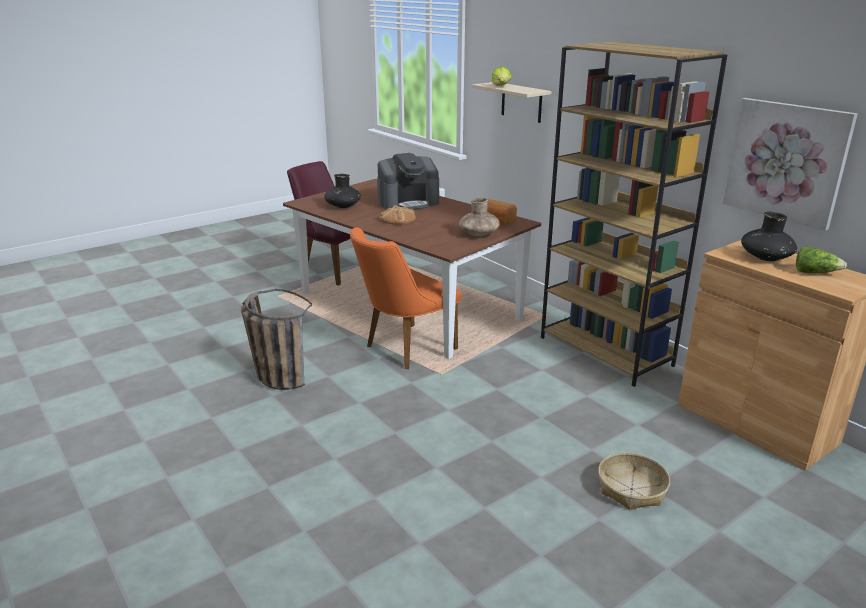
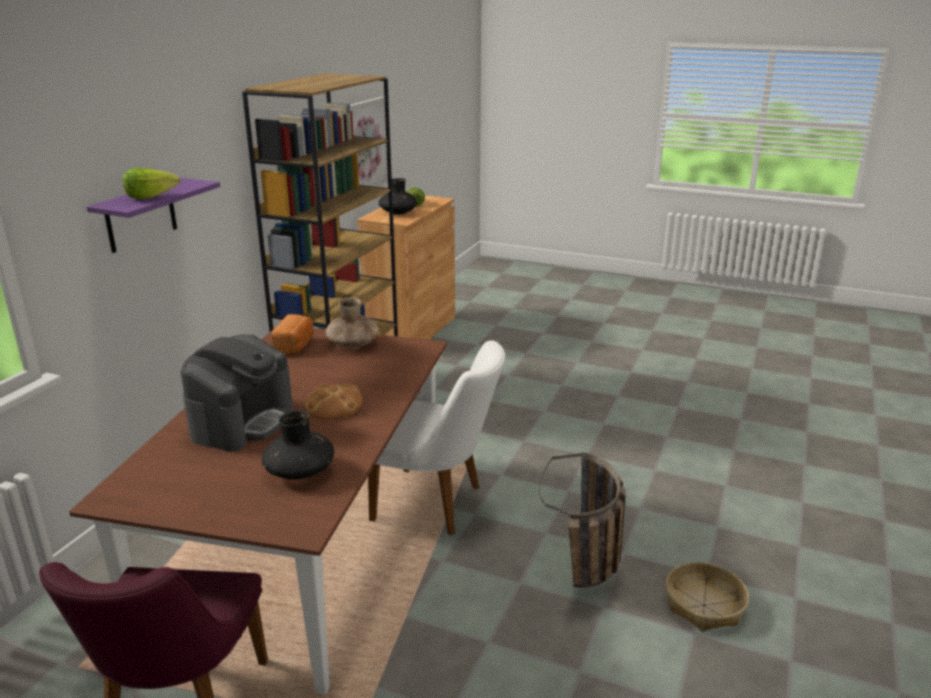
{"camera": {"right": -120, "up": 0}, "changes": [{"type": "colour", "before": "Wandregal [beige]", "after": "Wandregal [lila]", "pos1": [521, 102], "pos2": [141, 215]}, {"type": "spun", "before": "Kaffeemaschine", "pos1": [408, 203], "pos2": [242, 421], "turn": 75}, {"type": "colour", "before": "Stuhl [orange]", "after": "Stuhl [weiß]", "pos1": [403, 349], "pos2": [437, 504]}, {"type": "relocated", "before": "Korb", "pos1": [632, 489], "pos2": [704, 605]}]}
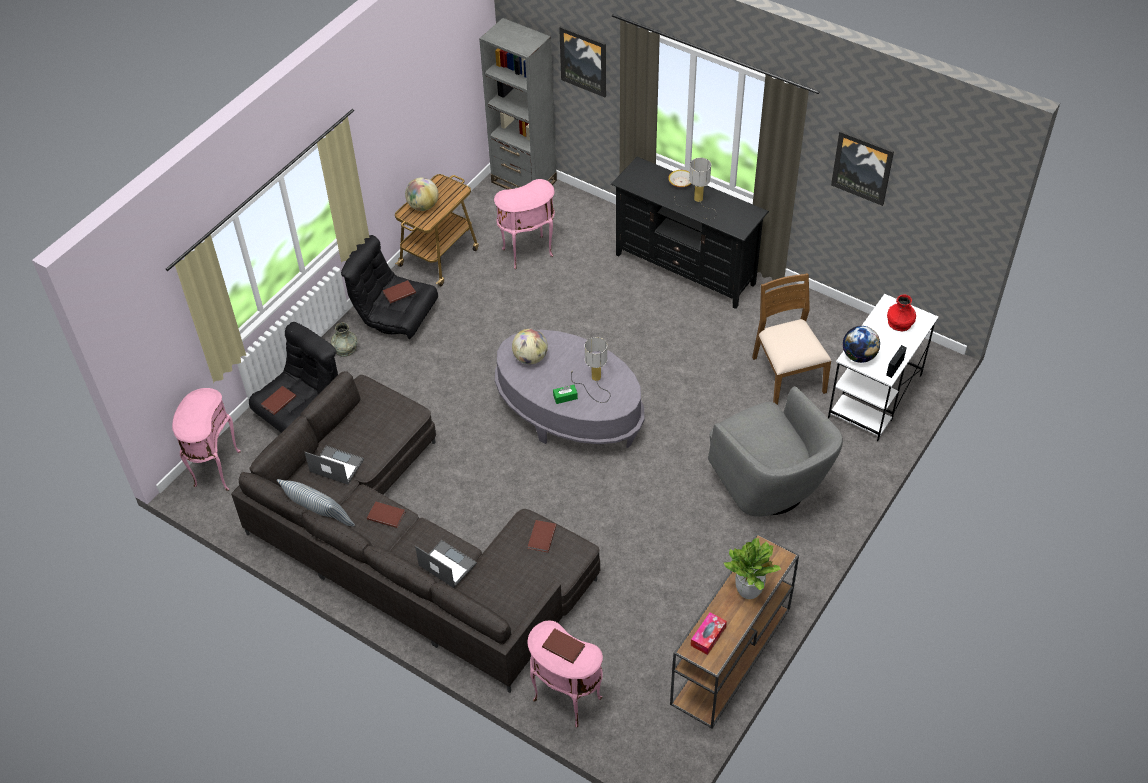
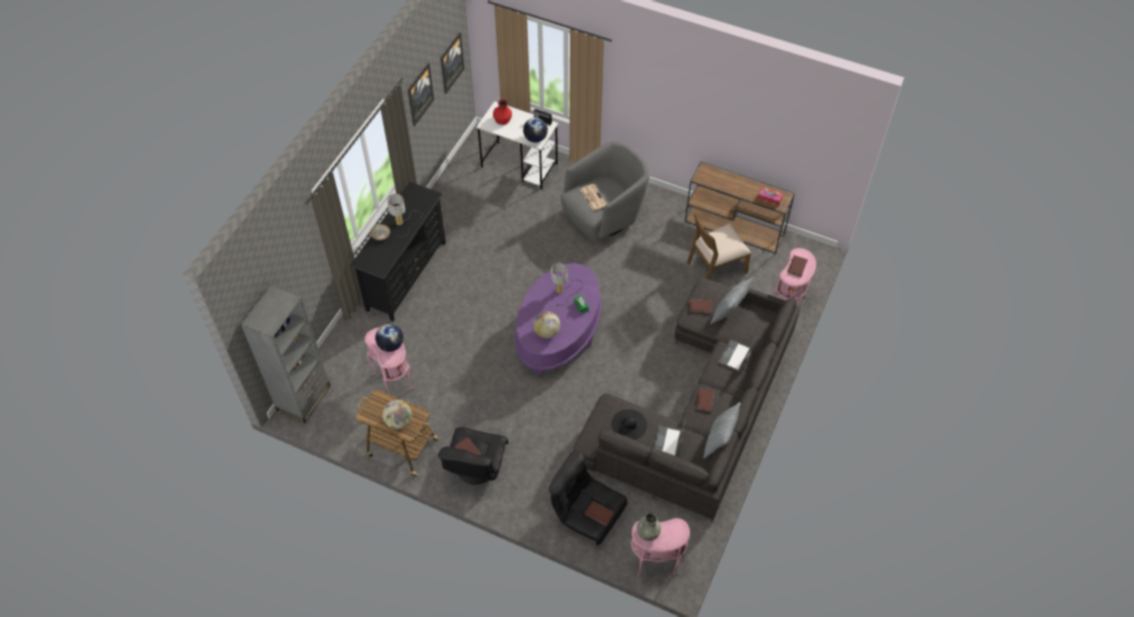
{"camera": {"right": -100, "up": 5}, "changes": [{"type": "relocated", "before": "Bild", "pos1": [584, 61], "pos2": [451, 63]}, {"type": "relocated", "before": "Stuhl [braun]", "pos1": [787, 375], "pos2": [716, 267]}, {"type": "relocated", "before": "Vase [grau]", "pos1": [345, 348], "pos2": [648, 532]}, {"type": "colour", "before": "Couchtisch [grau]", "after": "Couchtisch [lila]", "pos1": [569, 411], "pos2": [558, 332]}, {"type": "missing", "before": "Topfpflanze", "pos1": [749, 591]}, {"type": "appeared", "after": "Zeitung", "pos2": [593, 197]}, {"type": "appeared", "after": "Kissen", "pos2": [729, 312]}, {"type": "appeared", "after": "Globus", "pos2": [391, 345]}, {"type": "appeared", "after": "Hut [schwarz]", "pos2": [629, 424]}]}
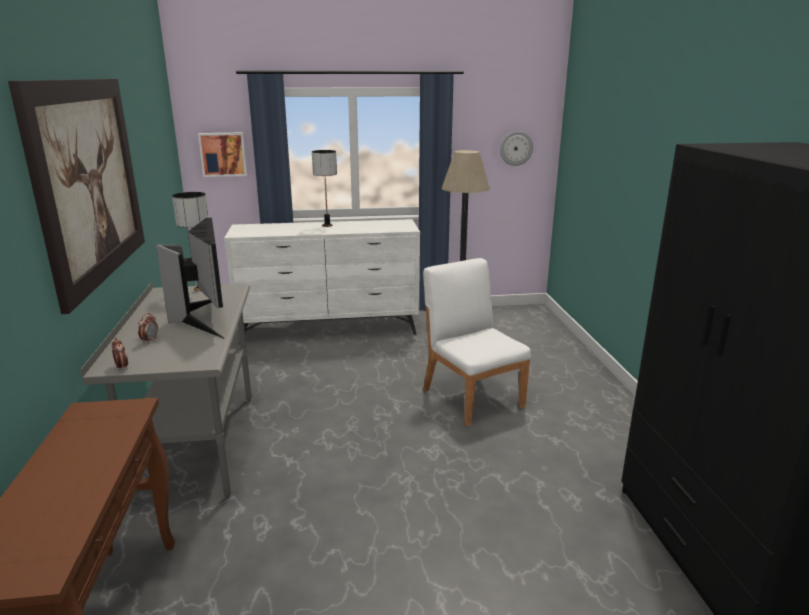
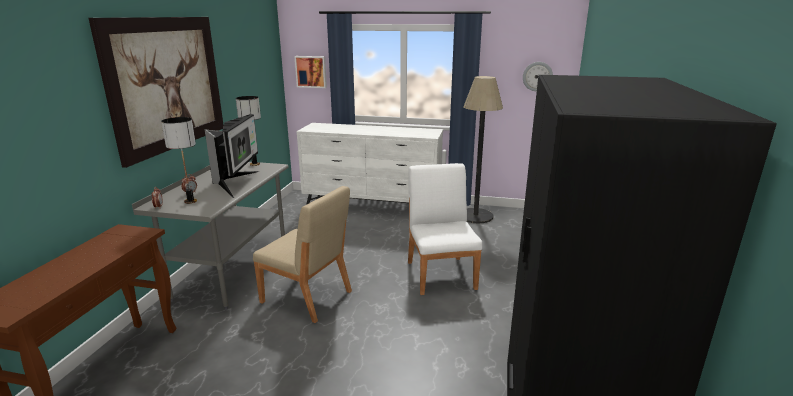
{"camera": {"right": 20, "up": 0}, "changes": [{"type": "relocated", "before": "Tischlampe", "pos1": [327, 225], "pos2": [190, 201]}, {"type": "appeared", "after": "Stuhl [beige]", "pos2": [307, 297]}]}
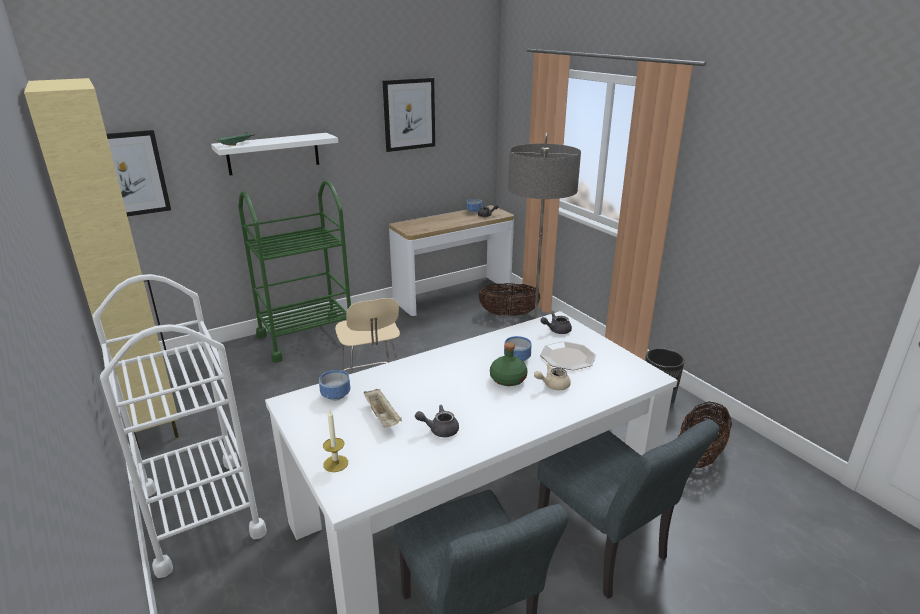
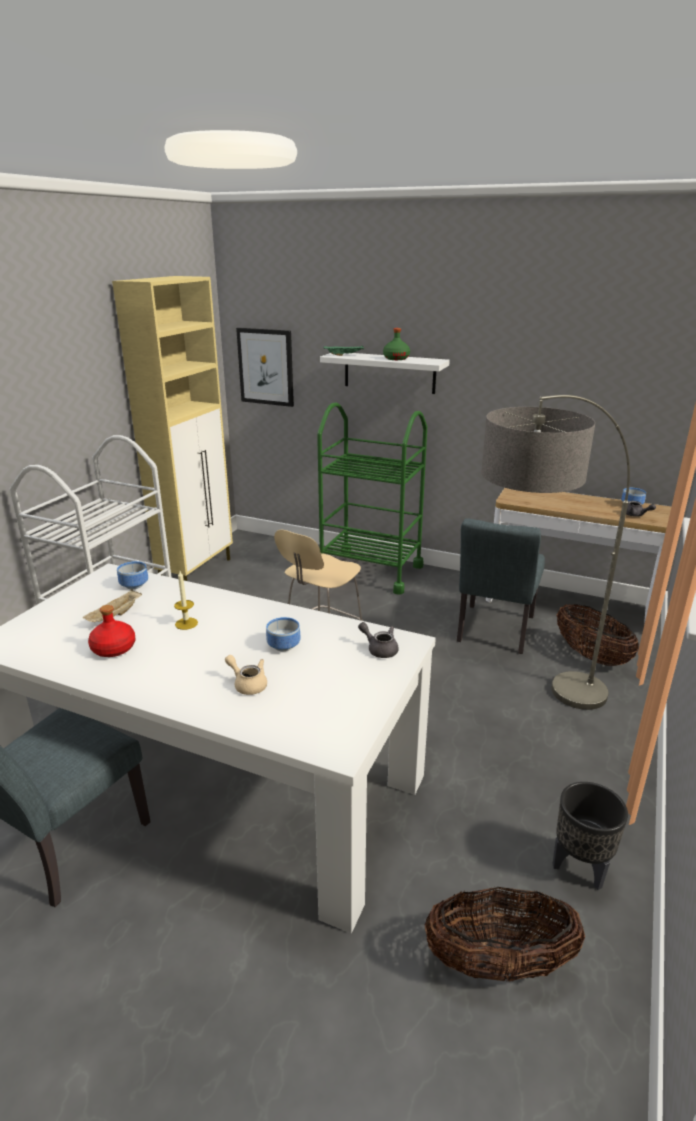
{"camera": {"right": 55, "up": 0}, "changes": [{"type": "missing", "before": "Bild", "pos1": [409, 114]}, {"type": "missing", "before": "Teller", "pos1": [568, 357]}, {"type": "relocated", "before": "Flasche [grün]", "pos1": [507, 379], "pos2": [396, 358]}, {"type": "exchanged", "before": "Teekanne [grau]", "after": "Flasche [rot]", "pos1": [439, 429], "pos2": [113, 649]}, {"type": "relocated", "before": "Kerze", "pos1": [335, 463], "pos2": [186, 623]}, {"type": "relocated", "before": "Stuhl [grau]", "pos1": [608, 551], "pos2": [493, 632]}]}
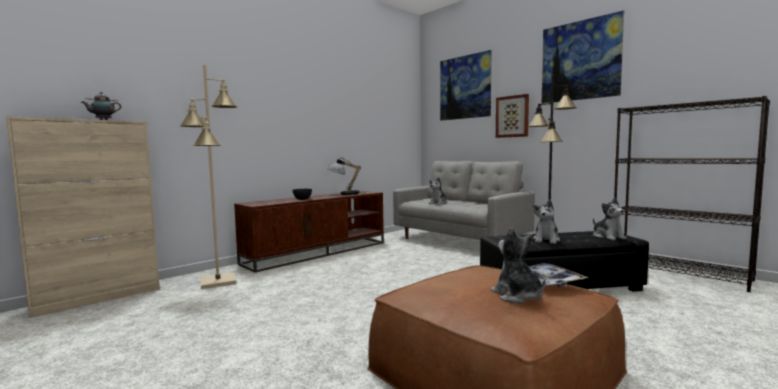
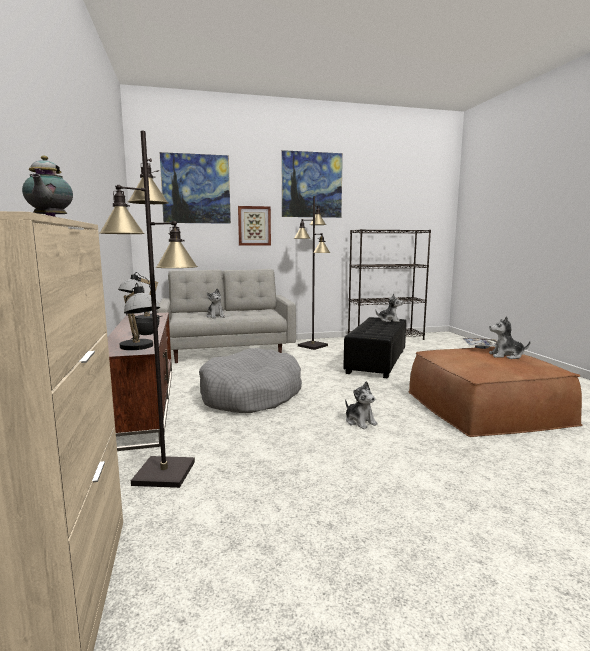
{"camera": {"right": -60, "up": 5}, "changes": [{"type": "colour", "before": "Stehlampe [beige]", "after": "Stehlampe [schwarz]", "pos1": [218, 282], "pos2": [165, 473]}, {"type": "relocated", "before": "Plüschtier", "pos1": [546, 240], "pos2": [360, 422]}, {"type": "appeared", "after": "Tischlampe", "pos2": [140, 348]}, {"type": "appeared", "after": "Hundebett [grau]", "pos2": [251, 395]}]}
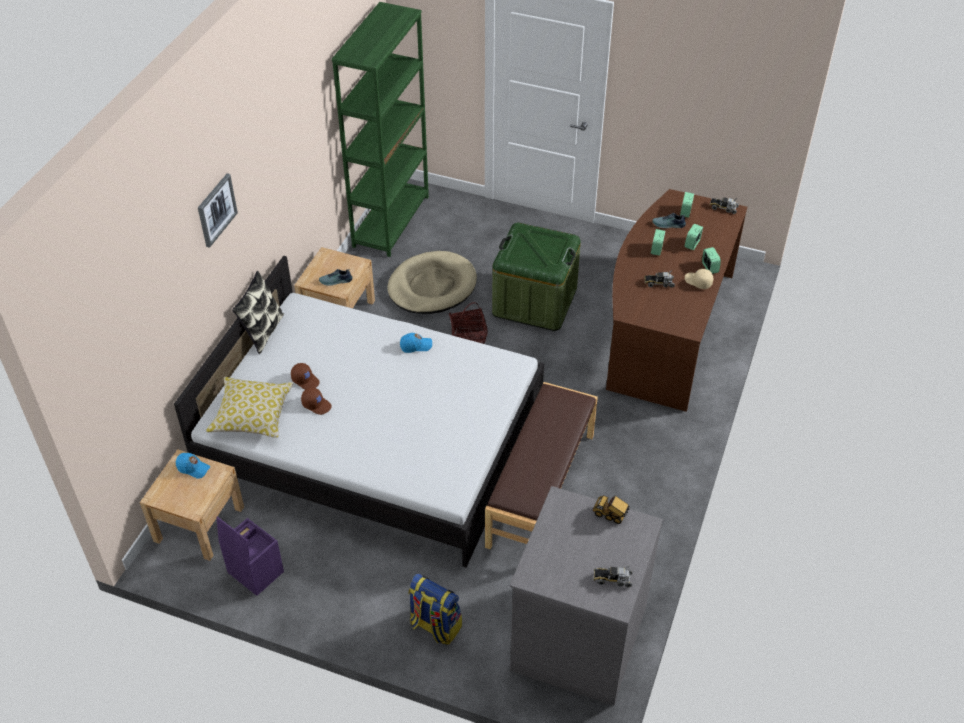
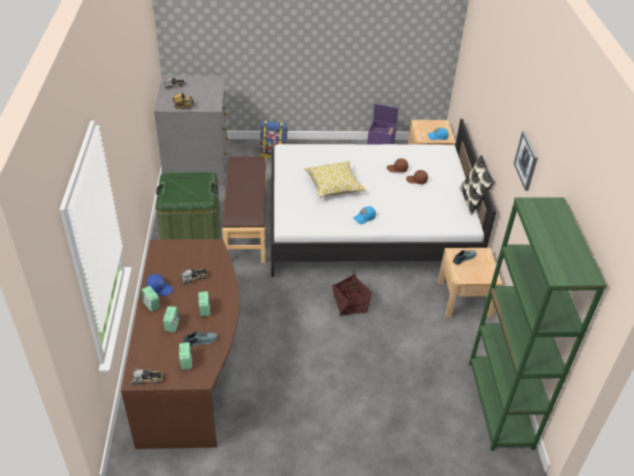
{"camera": {"right": 155, "up": -5}, "changes": [{"type": "relocated", "before": "Bild", "pos1": [216, 210], "pos2": [526, 160]}, {"type": "relocated", "before": "Aufbewahrungsbox [grün]", "pos1": [534, 301], "pos2": [191, 231]}, {"type": "missing", "before": "Hundebett [beige]", "pos1": [432, 286]}, {"type": "colour", "before": "Kappe [beige]", "after": "Kappe [blau]", "pos1": [698, 282], "pos2": [160, 288]}, {"type": "relocated", "before": "Kissen", "pos1": [252, 415], "pos2": [334, 186]}]}
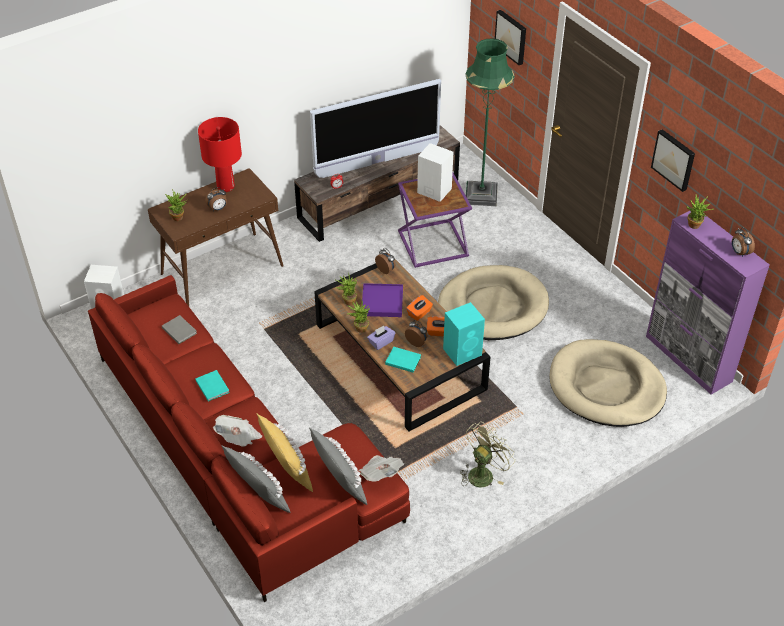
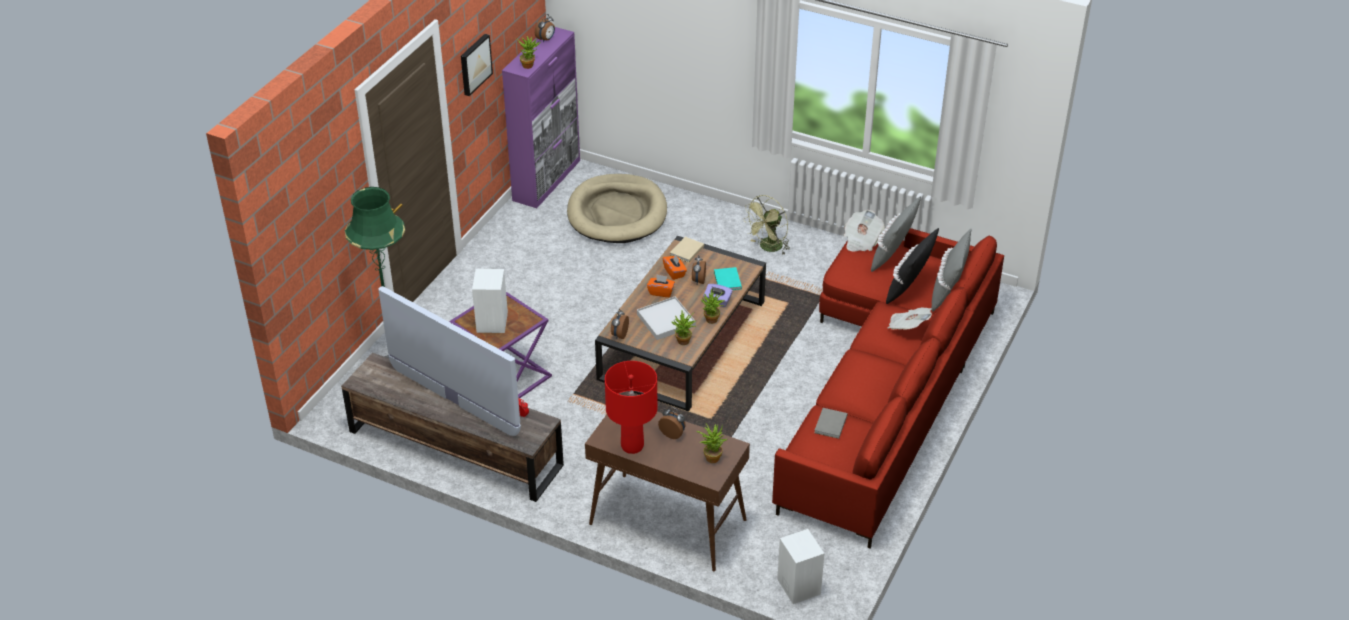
{"camera": {"right": -120, "up": -5}, "changes": [{"type": "missing", "before": "Bild", "pos1": [511, 36]}, {"type": "missing", "before": "Hundebett [beige]", "pos1": [492, 307]}, {"type": "colour", "before": "Tablett [lila]", "after": "Tablett [weiß]", "pos1": [382, 302], "pos2": [666, 320]}, {"type": "exchanged", "before": "Lautsprecher [türkis]", "after": "Buch [beige]", "pos1": [463, 351], "pos2": [686, 251]}, {"type": "missing", "before": "Buch [türkis]", "pos1": [212, 386]}, {"type": "colour", "before": "Kissen [gelb]", "after": "Kissen [schwarz]", "pos1": [287, 471], "pos2": [909, 289]}, {"type": "spun", "before": "Ventilator [grün]", "pos1": [483, 473], "pos2": [768, 248], "turn": -60}]}
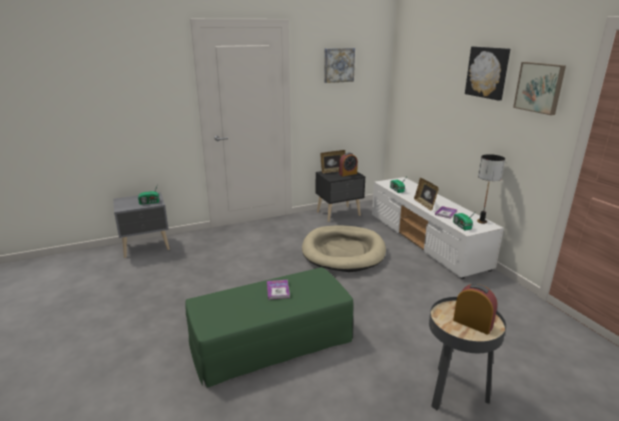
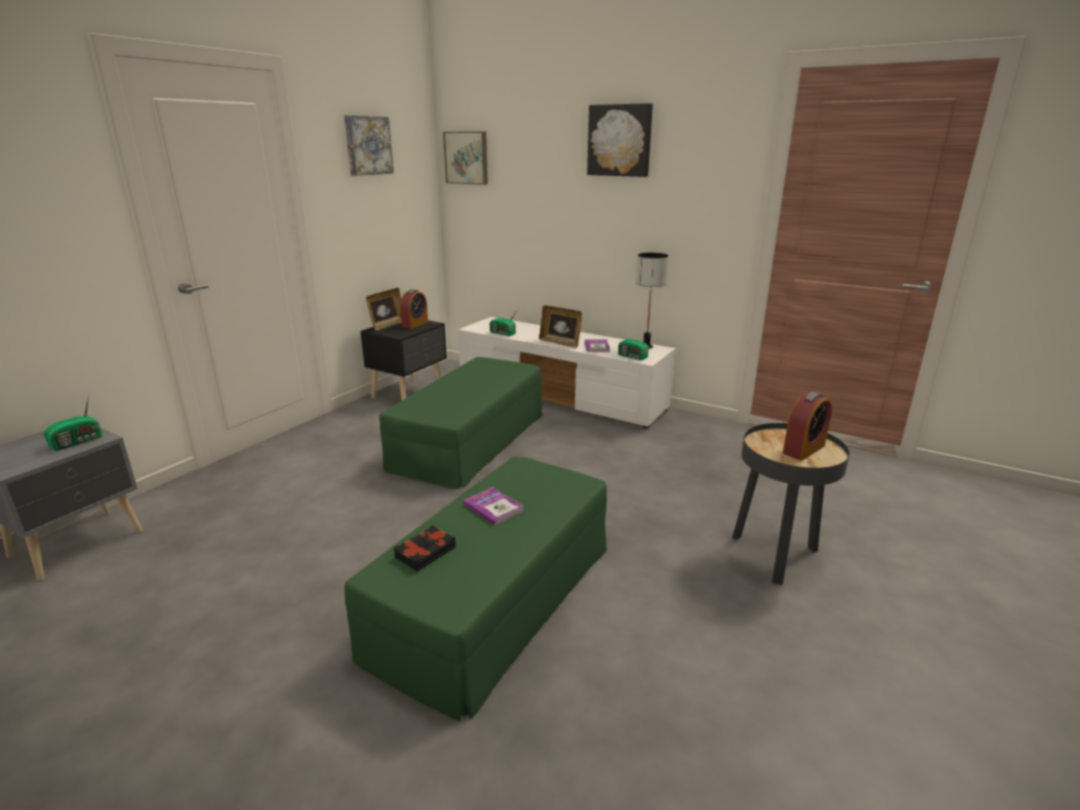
{"camera": {"right": -35, "up": 0}, "changes": [{"type": "relocated", "before": "Bild", "pos1": [539, 87], "pos2": [467, 158]}, {"type": "exchanged", "before": "Hundebett [beige]", "after": "Polsterhocker [grün]", "pos1": [343, 251], "pos2": [469, 440]}, {"type": "spun", "before": "Wecker", "pos1": [472, 323], "pos2": [803, 449], "turn": 135}, {"type": "appeared", "after": "Buch [schwarz]", "pos2": [425, 552]}]}
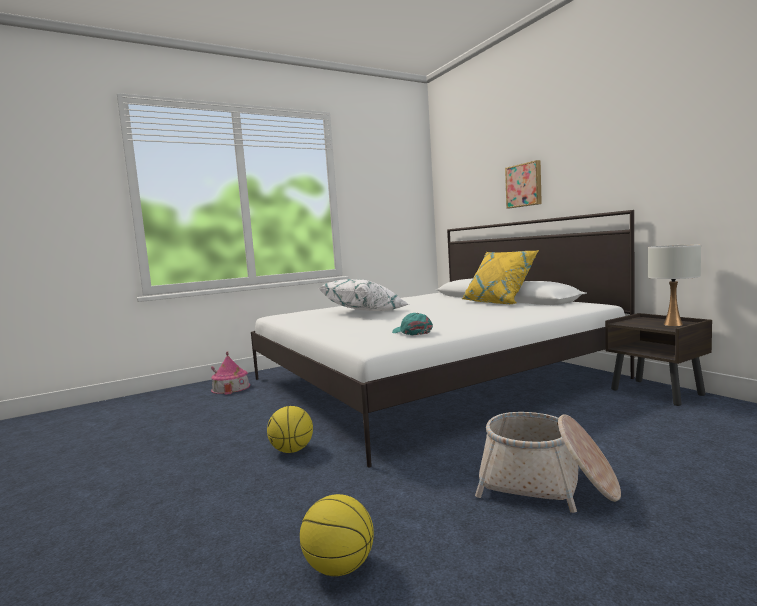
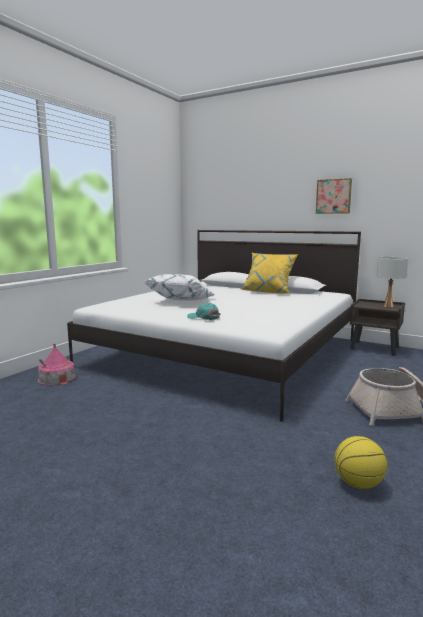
{"camera": {"right": -30, "up": 5}, "changes": [{"type": "relocated", "before": "Bild", "pos1": [524, 185], "pos2": [333, 196]}, {"type": "relocated", "before": "Kappe [türkis]", "pos1": [412, 332], "pos2": [204, 317]}, {"type": "missing", "before": "Basketball", "pos1": [292, 450]}]}
